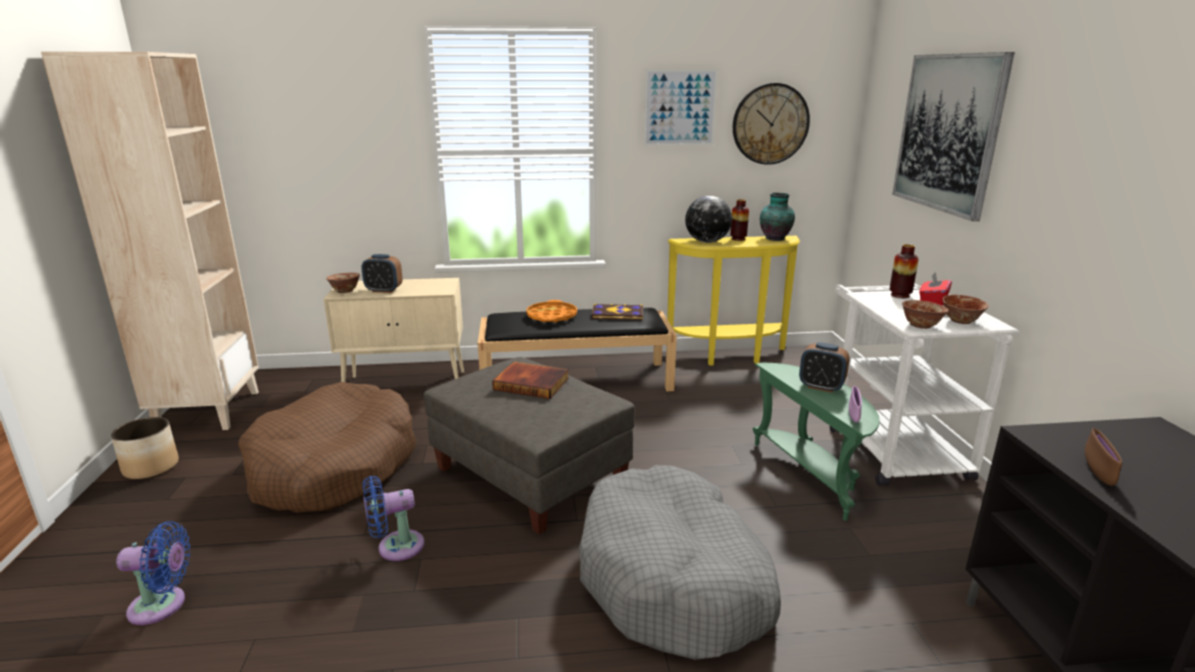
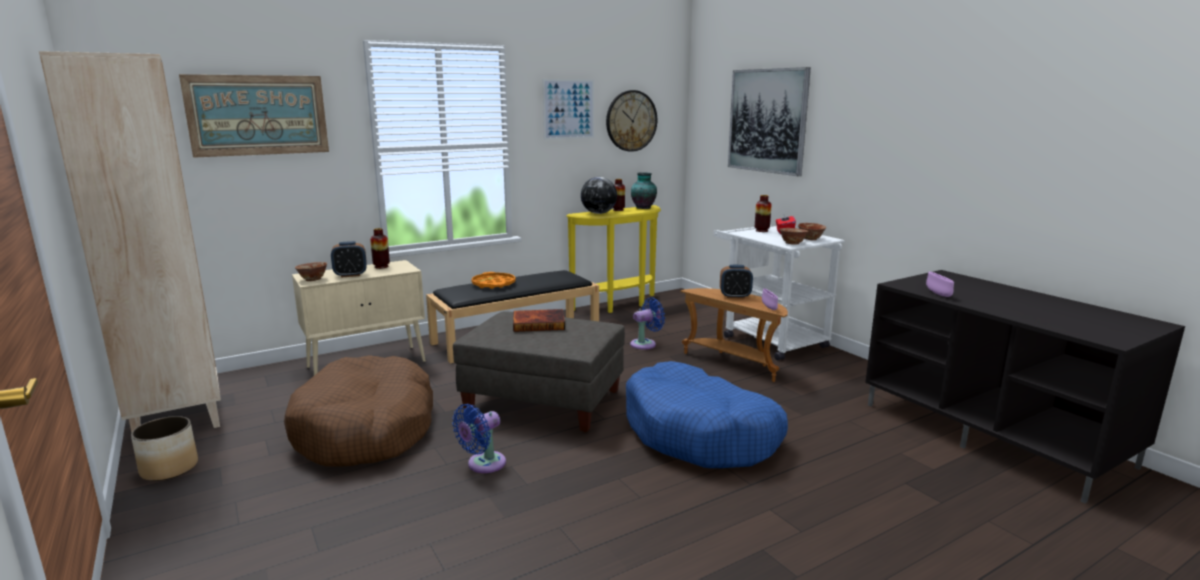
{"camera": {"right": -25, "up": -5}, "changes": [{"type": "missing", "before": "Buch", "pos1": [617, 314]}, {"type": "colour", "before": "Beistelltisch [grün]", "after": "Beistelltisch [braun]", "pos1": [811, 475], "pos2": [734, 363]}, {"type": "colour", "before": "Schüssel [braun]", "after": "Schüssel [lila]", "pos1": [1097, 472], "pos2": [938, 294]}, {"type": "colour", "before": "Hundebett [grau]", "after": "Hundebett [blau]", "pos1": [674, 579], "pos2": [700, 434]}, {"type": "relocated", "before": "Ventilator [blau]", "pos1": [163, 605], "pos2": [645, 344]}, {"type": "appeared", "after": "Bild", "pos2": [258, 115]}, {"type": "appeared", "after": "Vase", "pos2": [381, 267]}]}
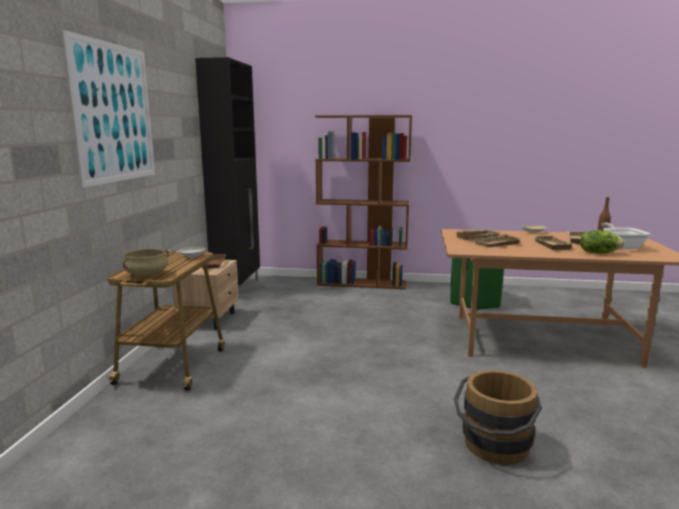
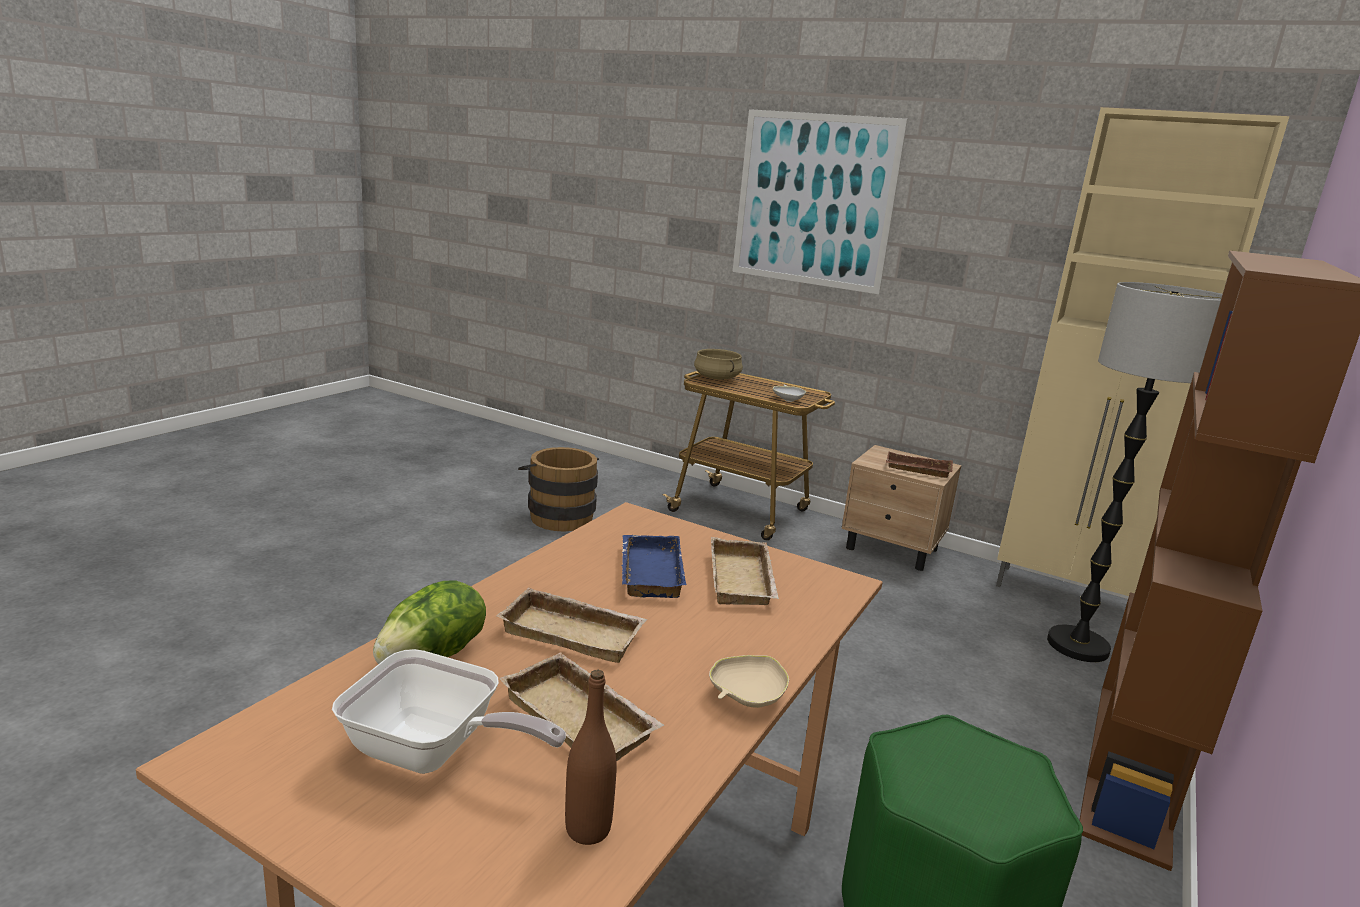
{"camera": {"right": 110, "up": 5}, "changes": [{"type": "colour", "before": "Schrank [schwarz]", "after": "Schrank [beige]", "pos1": [238, 288], "pos2": [1066, 596]}, {"type": "colour", "before": "Tablett [beige]", "after": "Tablett [blau]", "pos1": [497, 244], "pos2": [648, 571]}, {"type": "relocated", "before": "Eimer [braun]", "pos1": [494, 448], "pos2": [558, 515]}, {"type": "appeared", "after": "Stehlampe", "pos2": [1077, 645]}]}
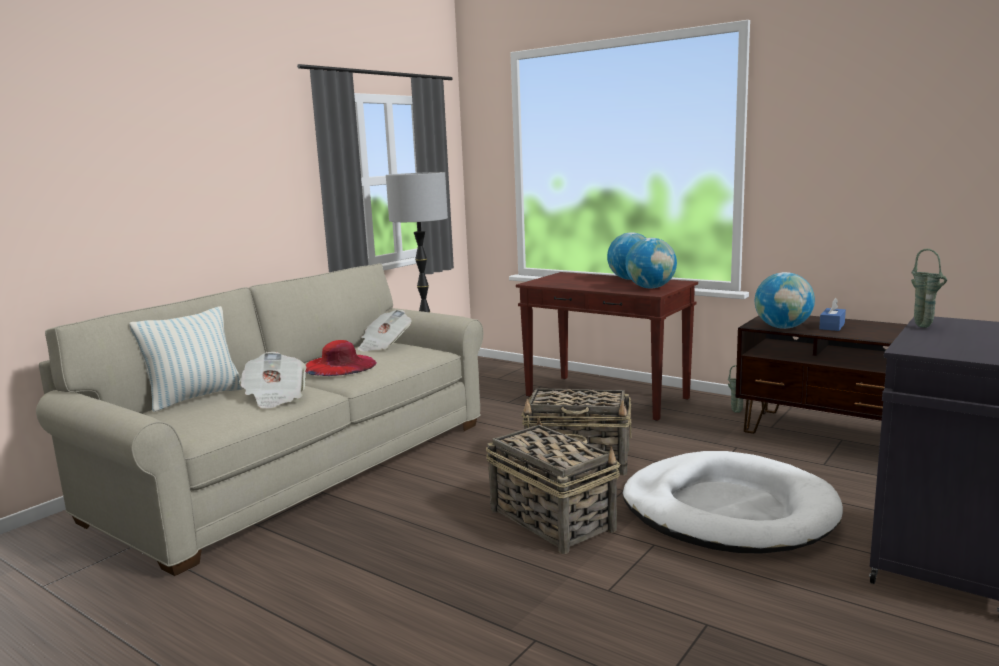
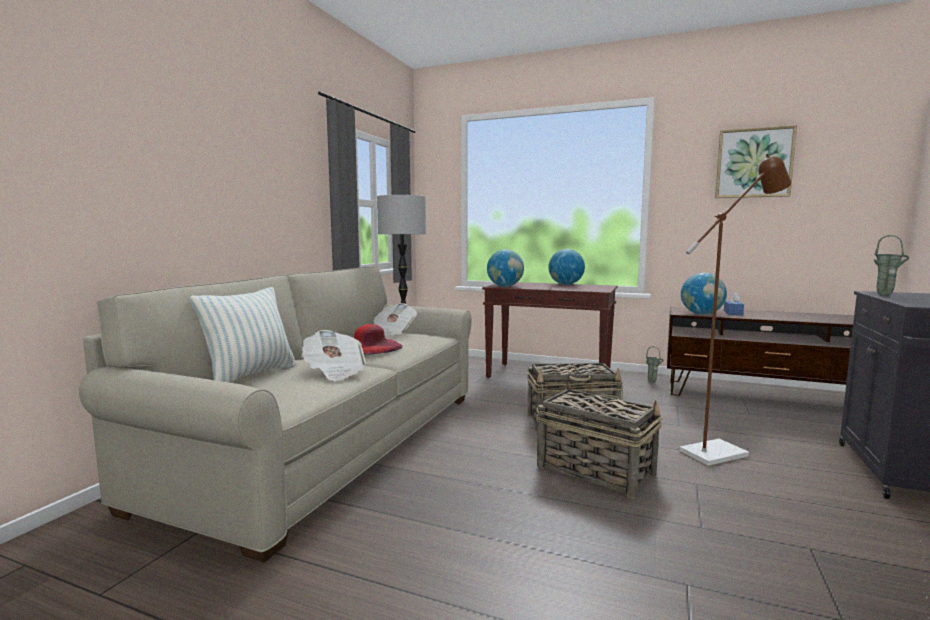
{"camera": {"right": -15, "up": -5}, "changes": [{"type": "relocated", "before": "Globus", "pos1": [650, 288], "pos2": [505, 286]}, {"type": "exchanged", "before": "Hundebett [weiß]", "after": "Stehlampe [braun]", "pos1": [727, 510], "pos2": [721, 451]}, {"type": "appeared", "after": "Bild", "pos2": [754, 163]}]}
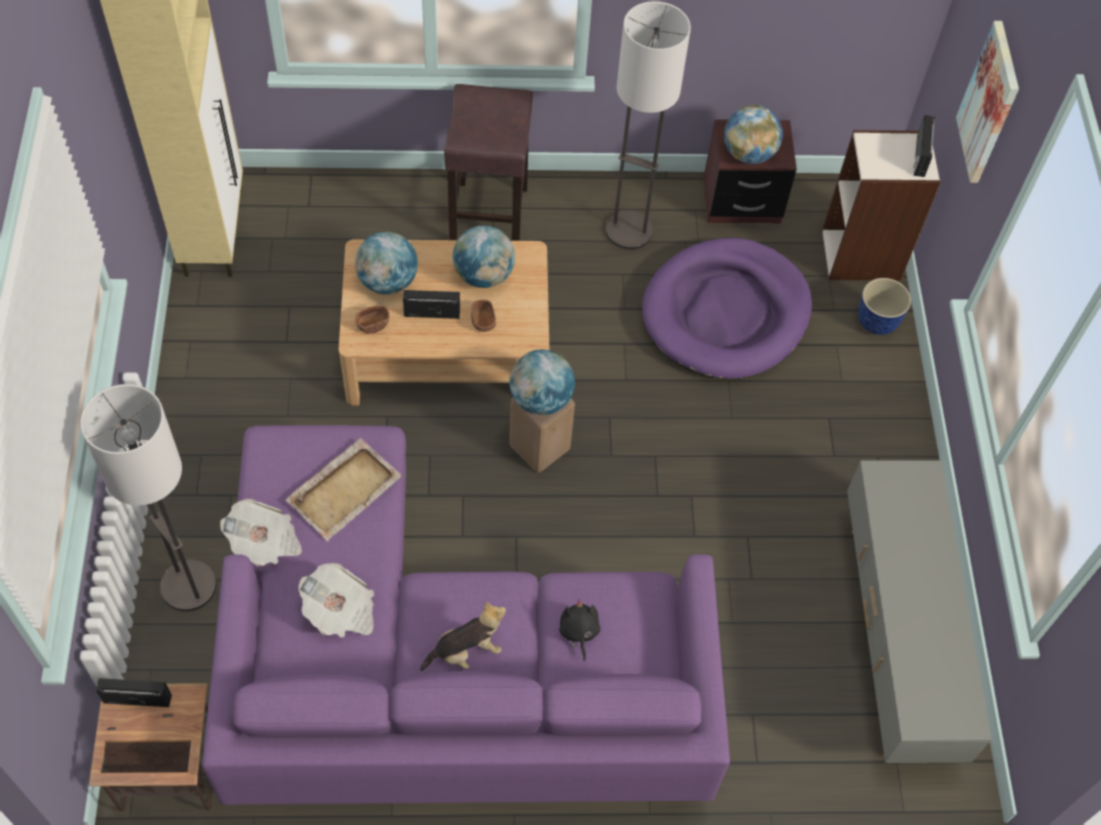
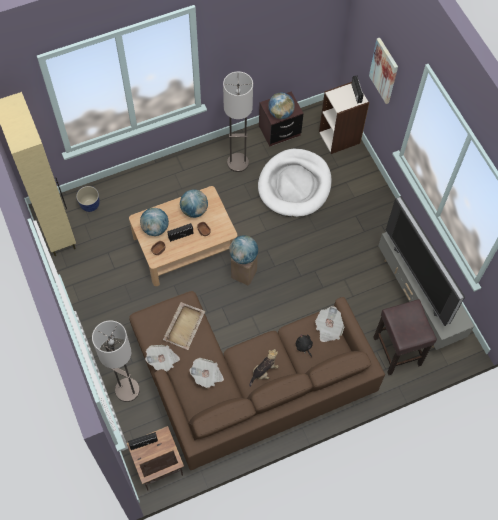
{"camera": {"right": -20, "up": 5}, "changes": [{"type": "relocated", "before": "Hocker [braun]", "pos1": [489, 217], "pos2": [397, 352]}, {"type": "colour", "before": "Hundebett [lila]", "after": "Hundebett [weiß]", "pos1": [726, 313], "pos2": [294, 185]}, {"type": "relocated", "before": "Pflanzkübel", "pos1": [877, 322], "pos2": [90, 205]}, {"type": "colour", "before": "Sofa [lila]", "after": "Sofa [braun]", "pos1": [437, 675], "pos2": [246, 385]}, {"type": "appeared", "after": "Fernseher", "pos2": [420, 279]}, {"type": "appeared", "after": "Zeitung", "pos2": [329, 328]}]}
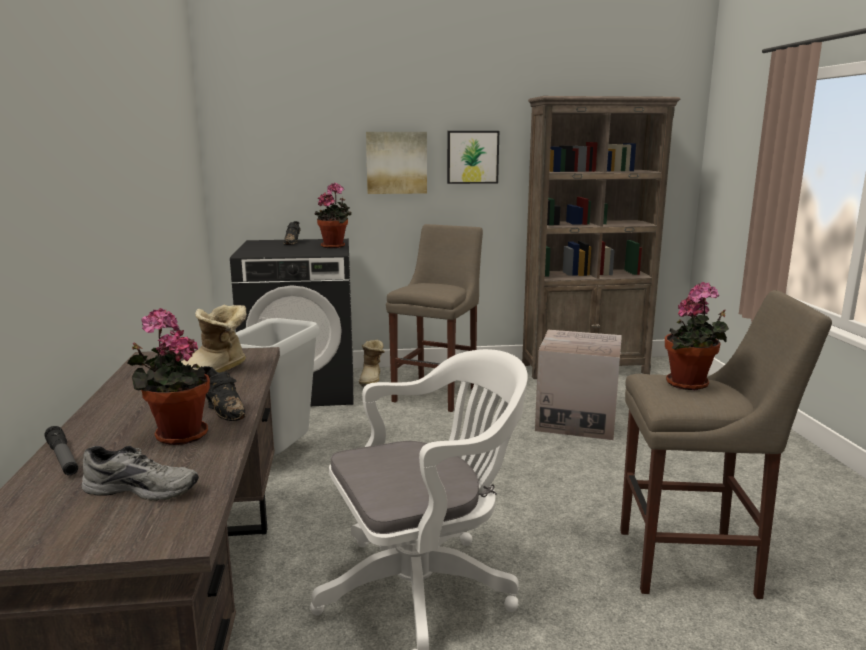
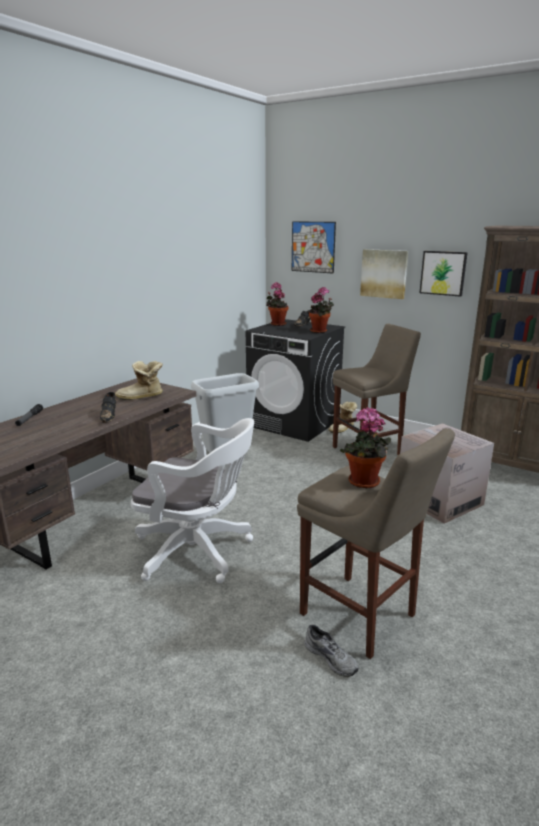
{"camera": {"right": 40, "up": 5}, "changes": [{"type": "relocated", "before": "Topfpflanze", "pos1": [177, 435], "pos2": [277, 324]}, {"type": "relocated", "before": "Schuh [grau]", "pos1": [143, 488], "pos2": [331, 657]}, {"type": "appeared", "after": "Bild", "pos2": [313, 247]}]}
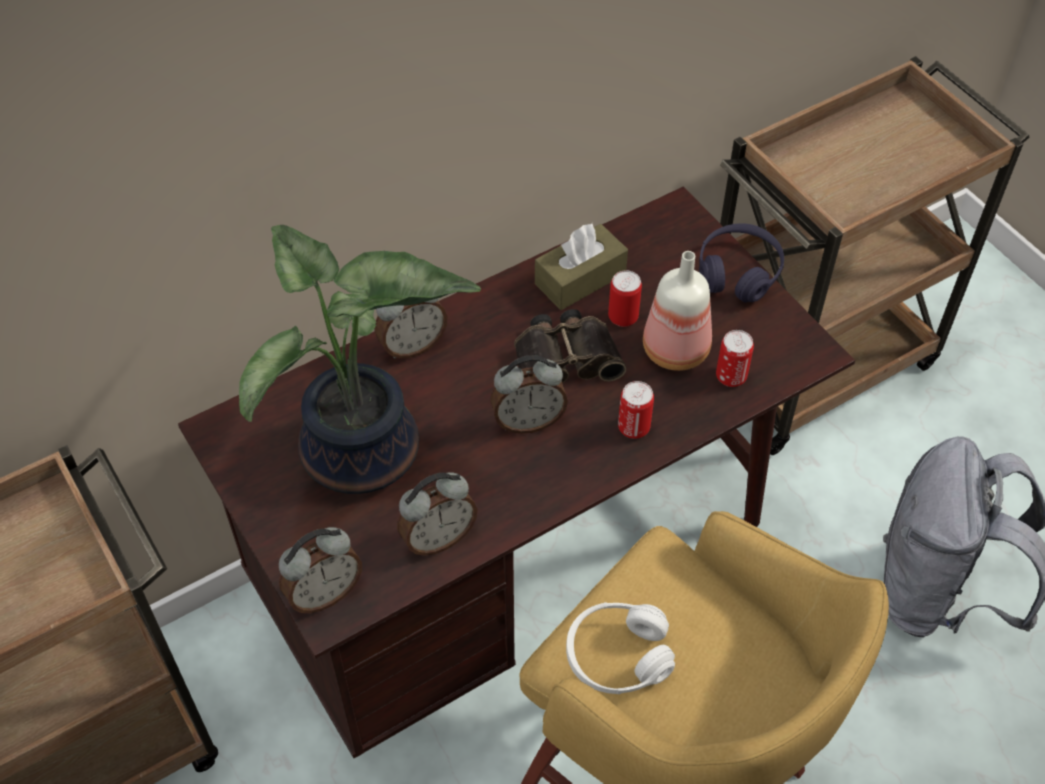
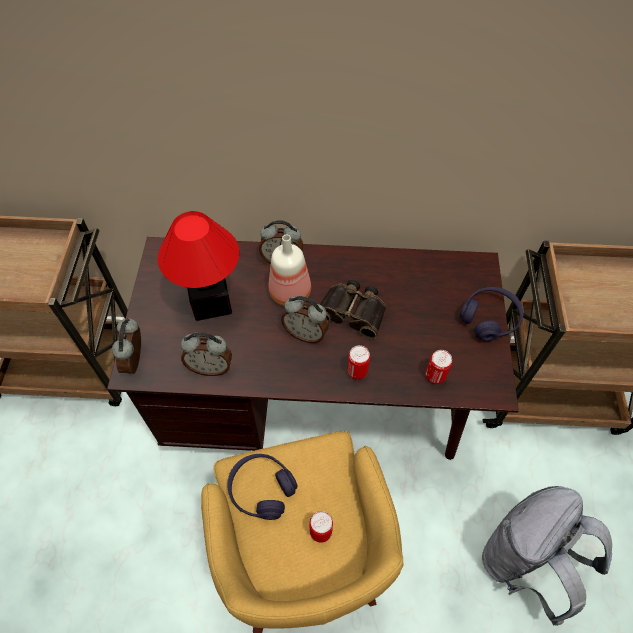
{"camera": {"right": 35, "up": 5}, "changes": [{"type": "missing", "before": "Taschentuchbox [braun]", "pos1": [580, 278]}, {"type": "exchanged", "before": "Topfpflanze", "after": "Tischlampe", "pos1": [363, 458], "pos2": [211, 303]}, {"type": "relocated", "before": "Flasche", "pos1": [676, 348], "pos2": [291, 292]}, {"type": "relocated", "before": "Dose", "pos1": [623, 317], "pos2": [320, 531]}, {"type": "spun", "before": "Wecker", "pos1": [324, 593], "pos2": [136, 360], "turn": 90}, {"type": "colour", "before": "Kopfhörer [weiß]", "after": "Kopfhörer [lila]", "pos1": [618, 656], "pos2": [261, 489]}]}
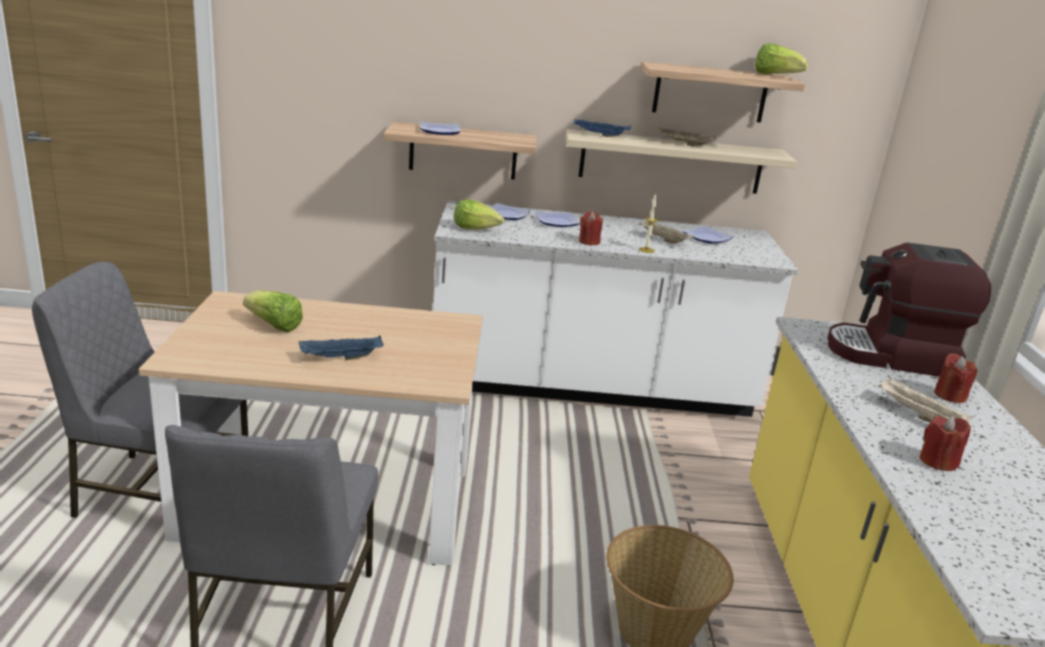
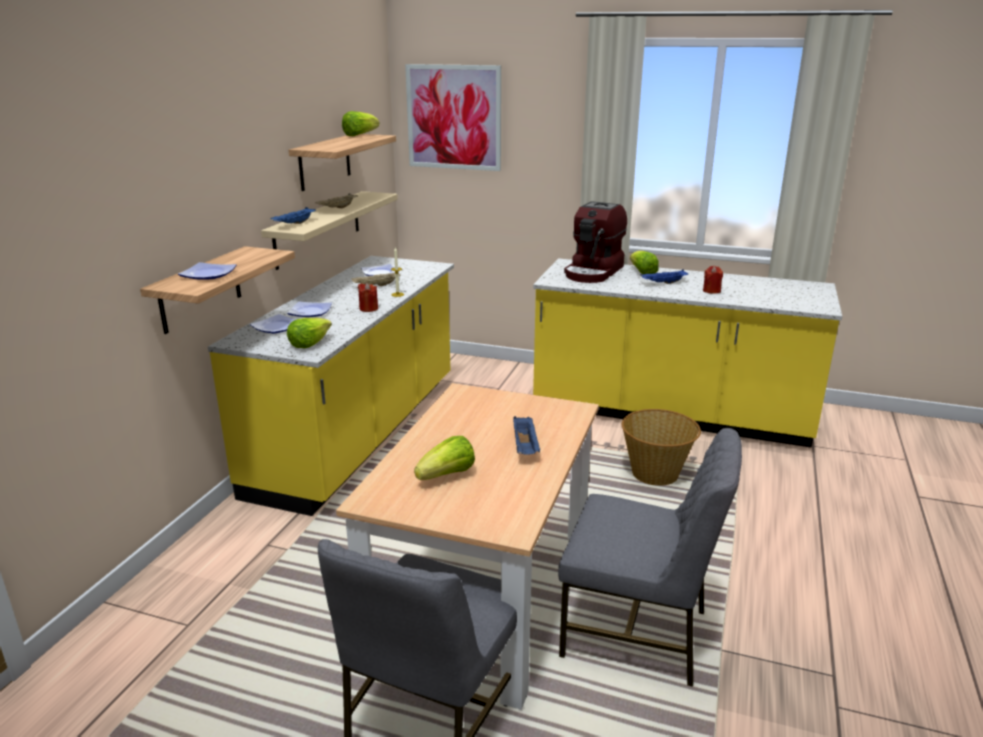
{"camera": {"right": -70, "up": 0}, "changes": [{"type": "colour", "before": "Küchenzeile [weiß]", "after": "Küchenzeile [gelb]", "pos1": [590, 387], "pos2": [360, 434]}, {"type": "exchanged", "before": "Kerze [rot]", "after": "Salatkopf", "pos1": [950, 396], "pos2": [642, 272]}, {"type": "colour", "before": "Tablett [beige]", "after": "Tablett [blau]", "pos1": [916, 414], "pos2": [663, 283]}, {"type": "appeared", "after": "Bild", "pos2": [454, 117]}]}
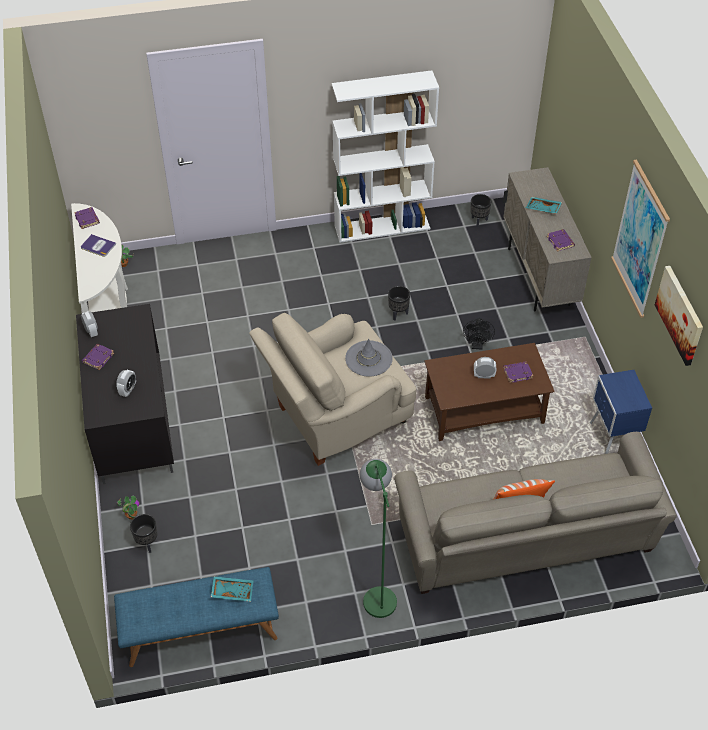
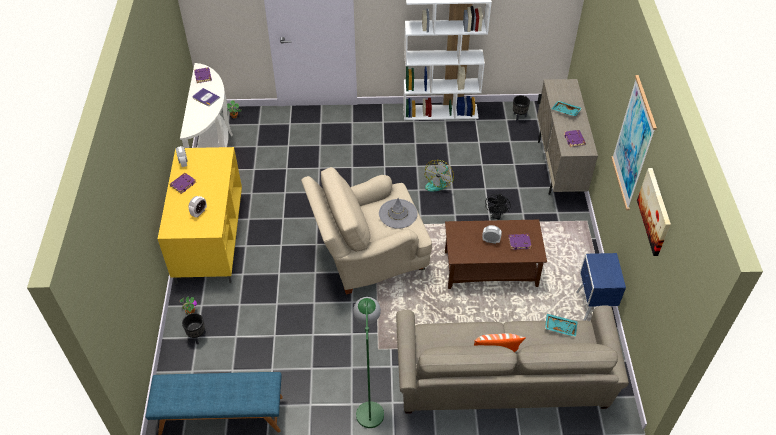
{"camera": {"right": 10, "up": 0}, "changes": [{"type": "exchanged", "before": "Pflanzkübel [schwarz]", "after": "Ventilator", "pos1": [398, 314], "pos2": [438, 182]}, {"type": "colour", "before": "Fernsehschrank [schwarz]", "after": "Fernsehschrank [gelb]", "pos1": [131, 421], "pos2": [209, 238]}, {"type": "relocated", "before": "Tablett [türkis]", "pos1": [232, 591], "pos2": [560, 327]}]}
